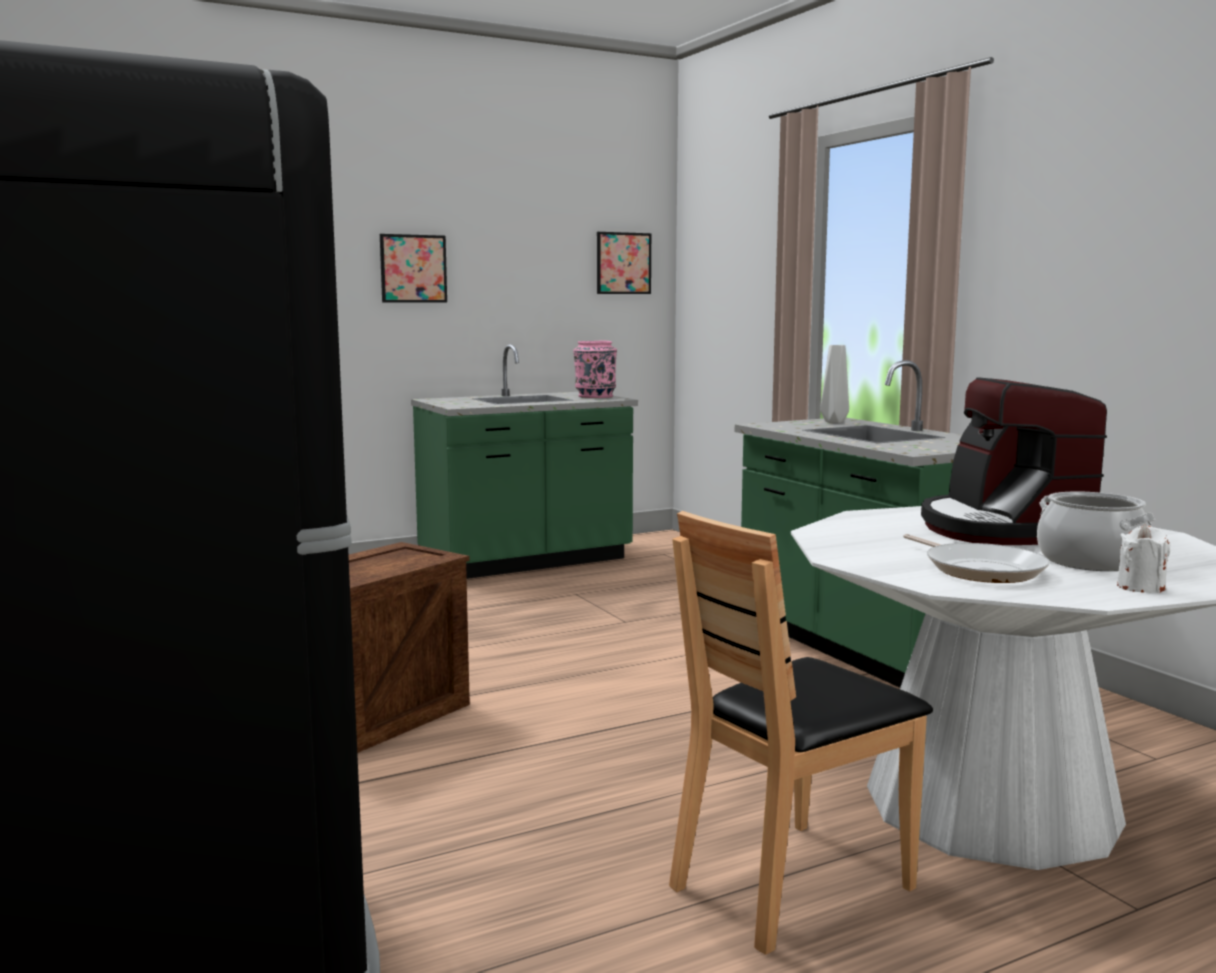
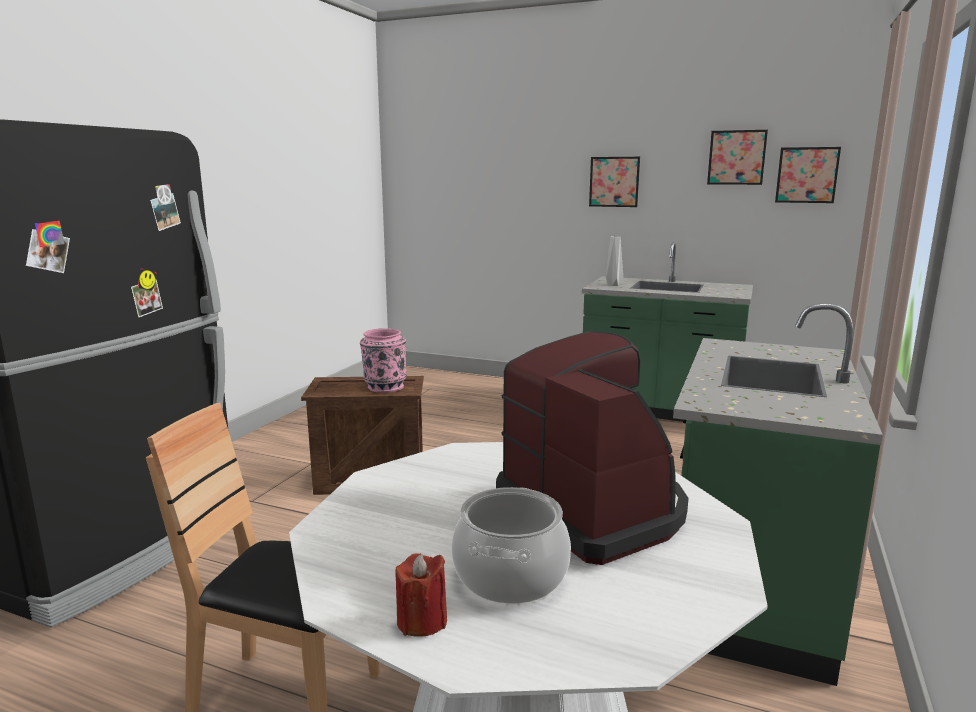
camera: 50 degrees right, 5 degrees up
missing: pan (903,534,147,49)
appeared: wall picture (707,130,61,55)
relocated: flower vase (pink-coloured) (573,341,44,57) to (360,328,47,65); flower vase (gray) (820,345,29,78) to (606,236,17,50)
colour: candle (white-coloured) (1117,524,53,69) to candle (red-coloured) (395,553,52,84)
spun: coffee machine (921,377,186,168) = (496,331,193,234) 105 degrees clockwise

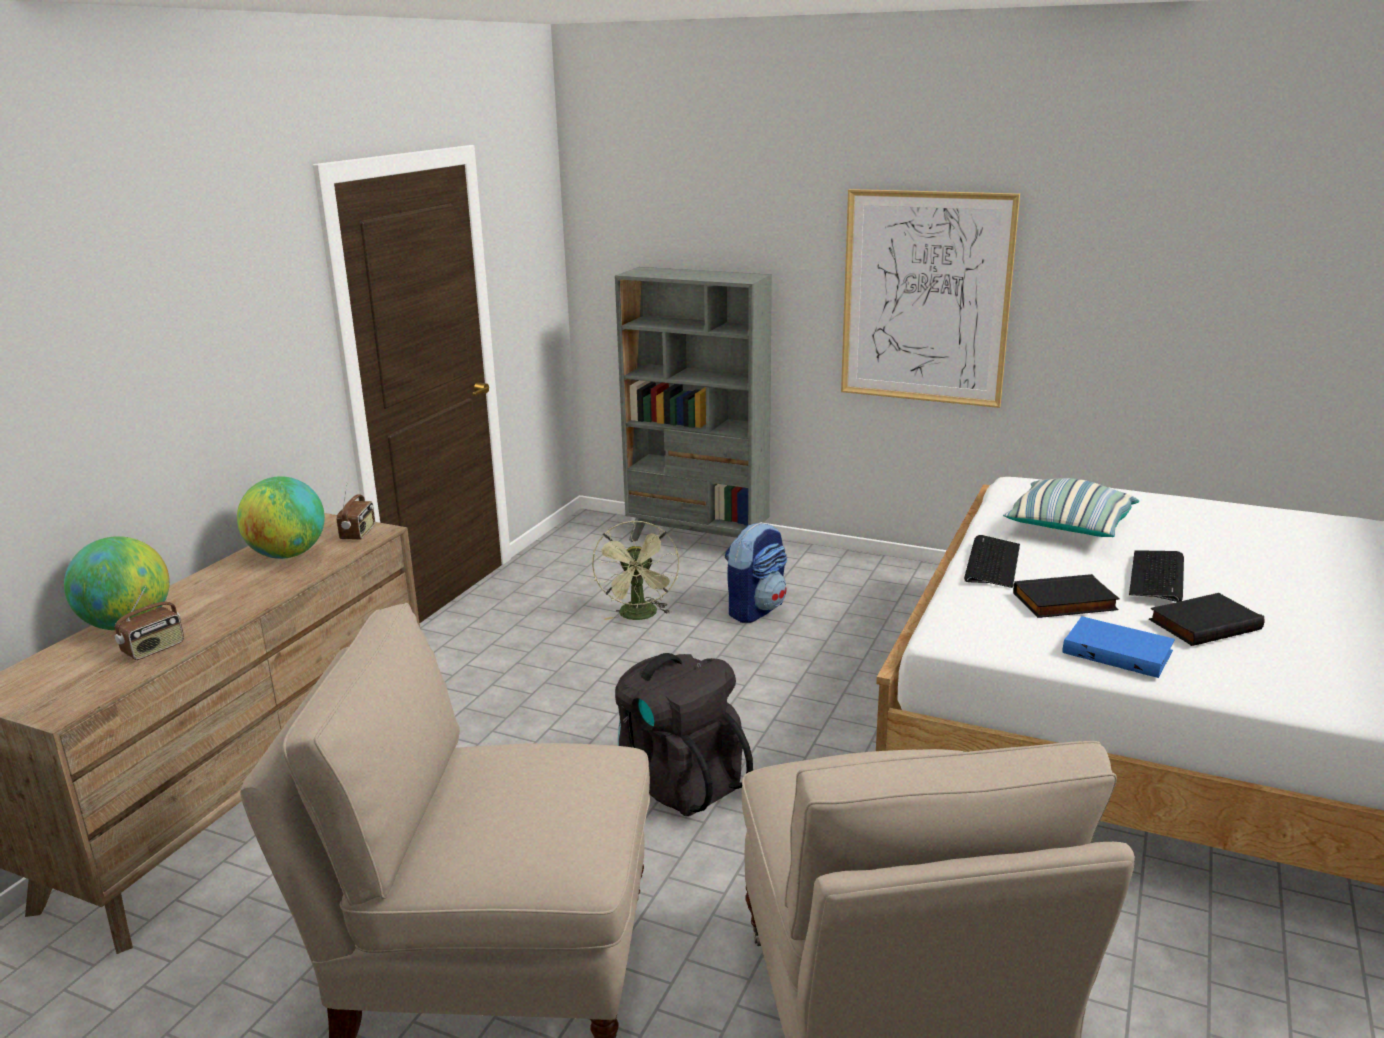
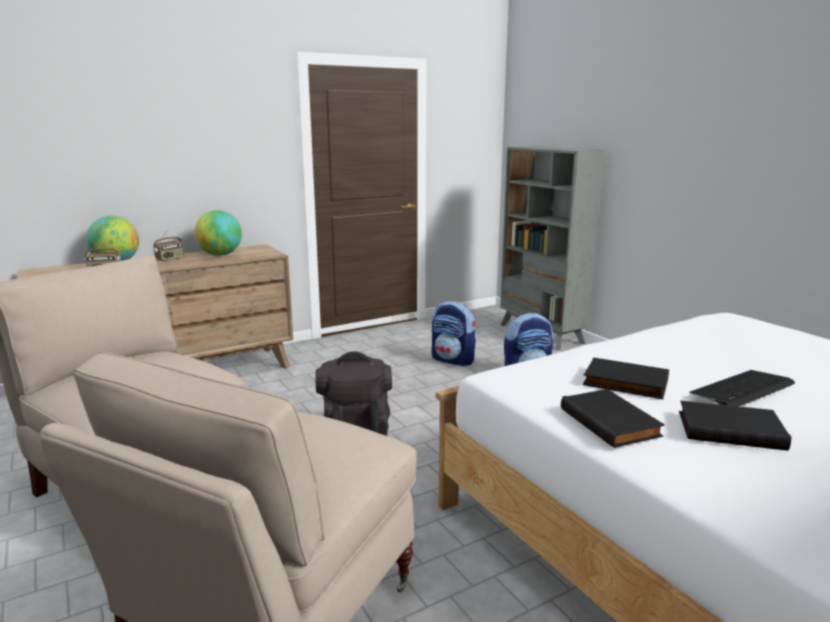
camera: 35 degrees right, 5 degrees down
missing: wall picture (841,189,179,219); computer keyboard (964,535,56,53); pillow (1003,478,136,59)
relocated: radio (336,485,39,55) to (153,228,32,33)
exchanged: electric fan (greenish) (592,520,87,100) to rucksack (432,301,44,65)
colour: book (blue) (1062,616,113,62) to book (black-coloured) (561,389,104,59)

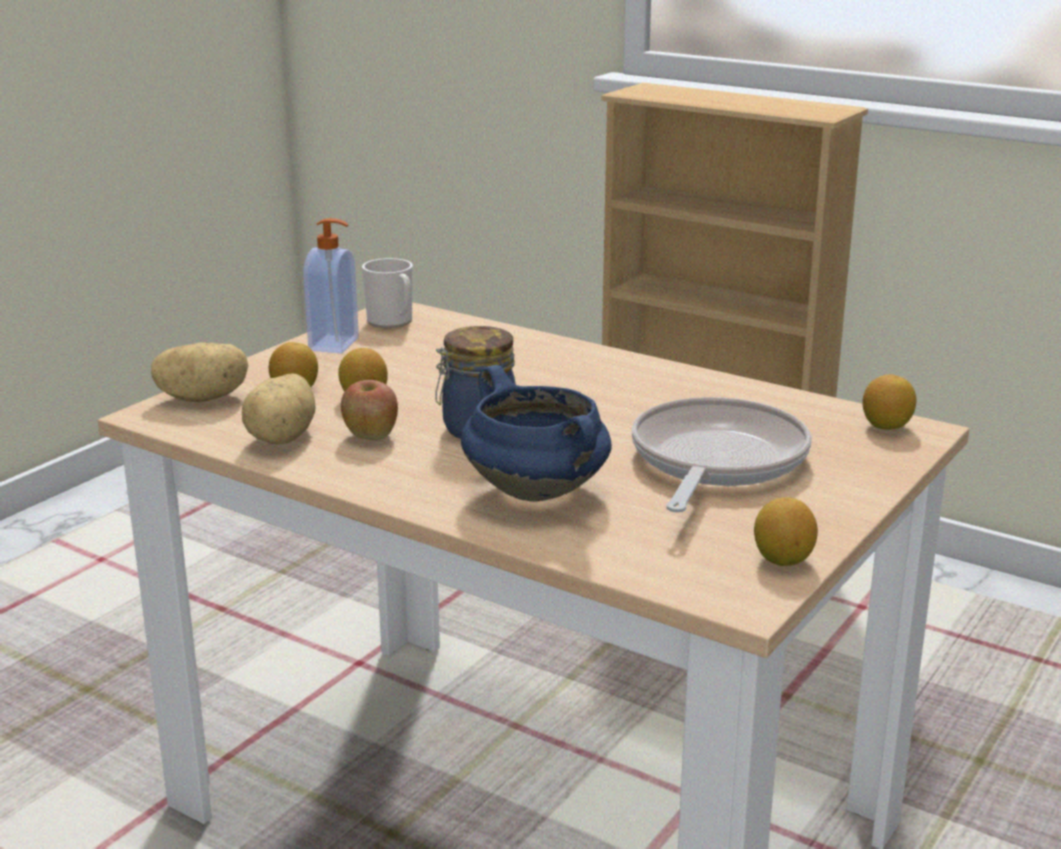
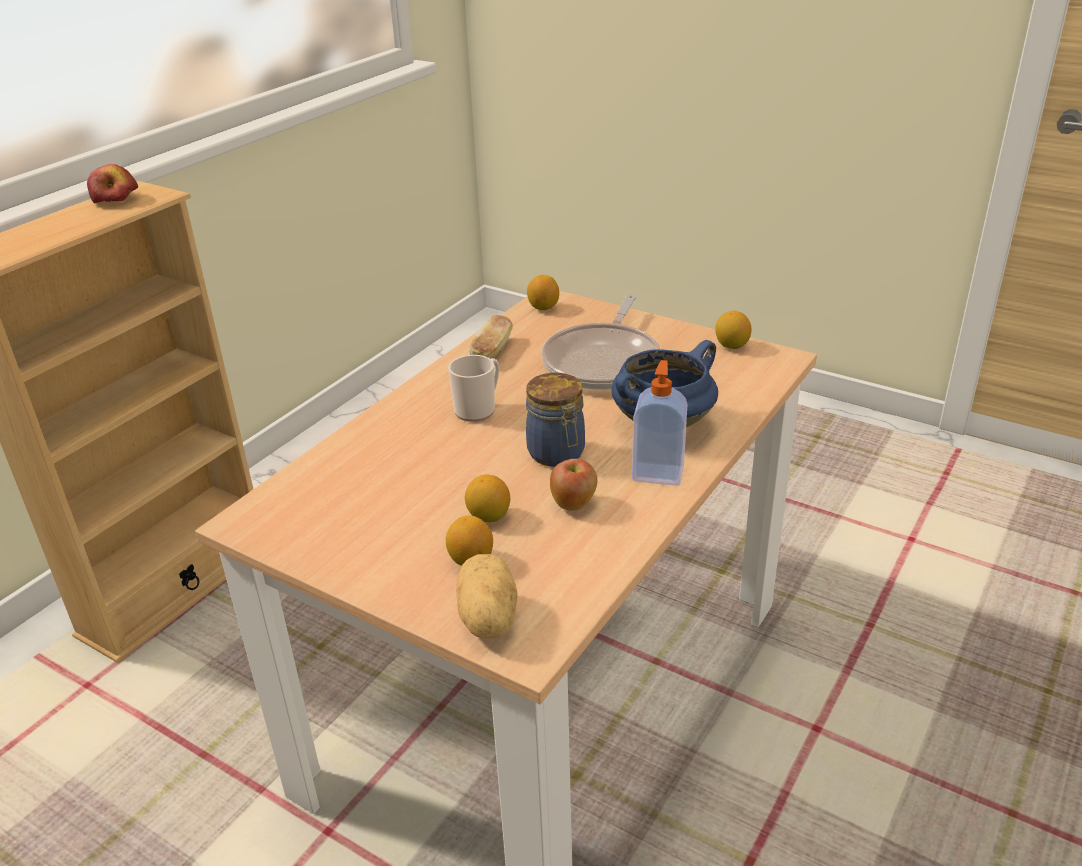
camera: 90 degrees left, 10 degrees up
missing: whole potato (242,374,74,70)
appeared: apple fruit (87,164,51,40); bakery bread (469,315,44,44)
relocated: mug (362,258,51,70) to (448,355,51,67); liquid soap bottle (303,218,56,136) to (632,360,55,126)
spun: pan (632,397,180,116) = (541,295,119,95) 90 degrees counterclockwise

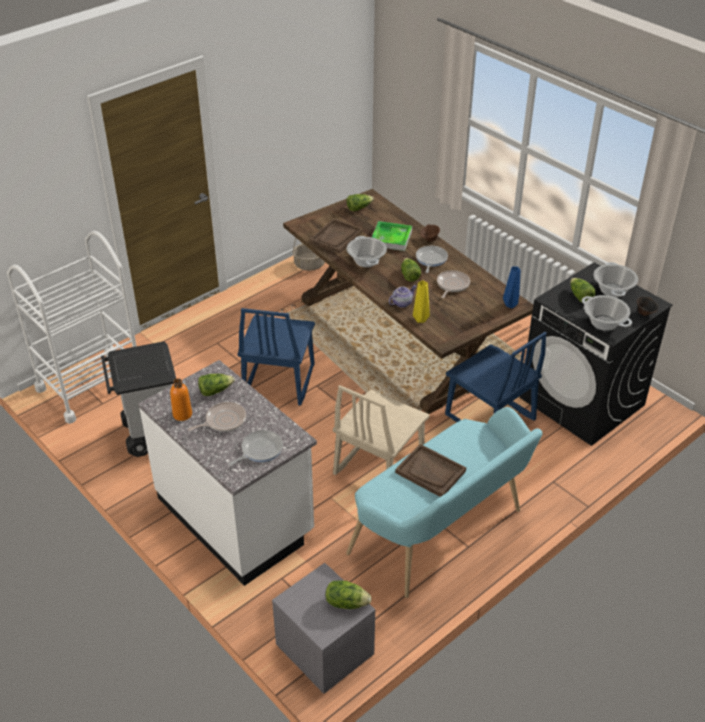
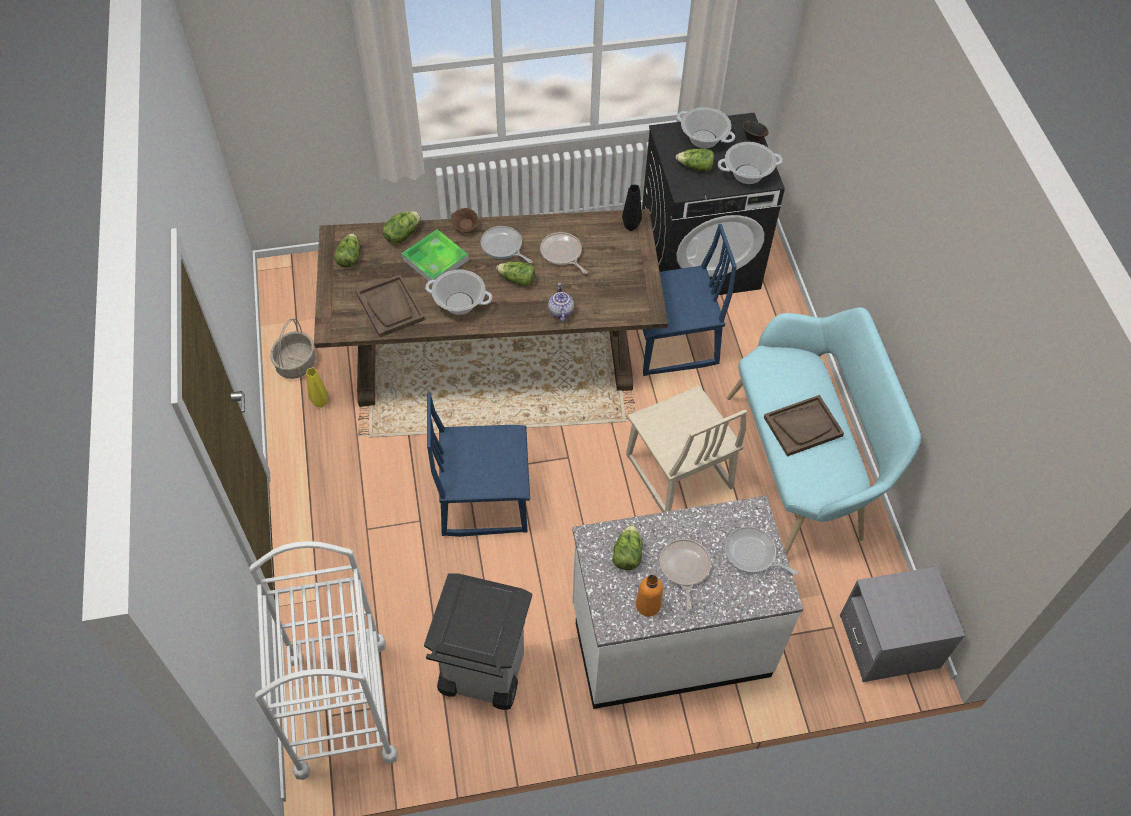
camera: 60 degrees left, 15 degrees up
relocated: flower vase (yellow-coloured) (413,280,17,43) to (306,367,22,41); lettuce head (325,581,47,28) to (382,211,39,33)
colour: flower vase (blue) (503,266,18,42) to flower vase (black-coloured) (622,184,20,47)
spun: chair (blue) (237,308,78,97) = (427,393,103,144) 135 degrees clockwise; pan (228,430,55,36) = (725,526,73,49) 45 degrees counterclockwise

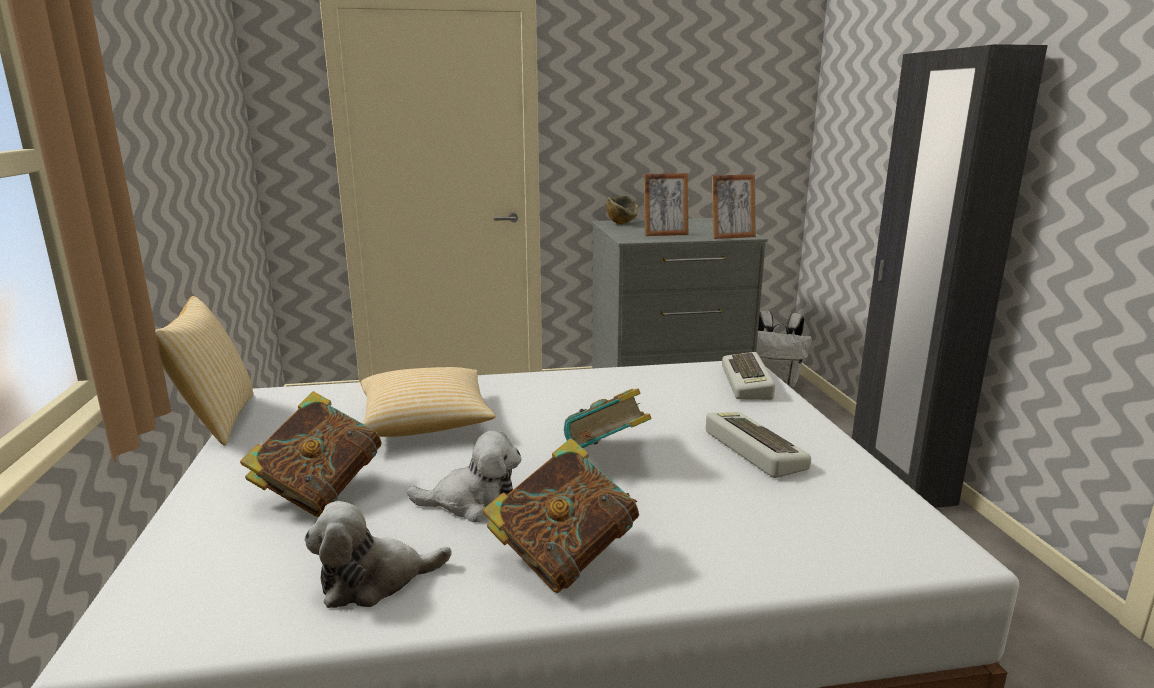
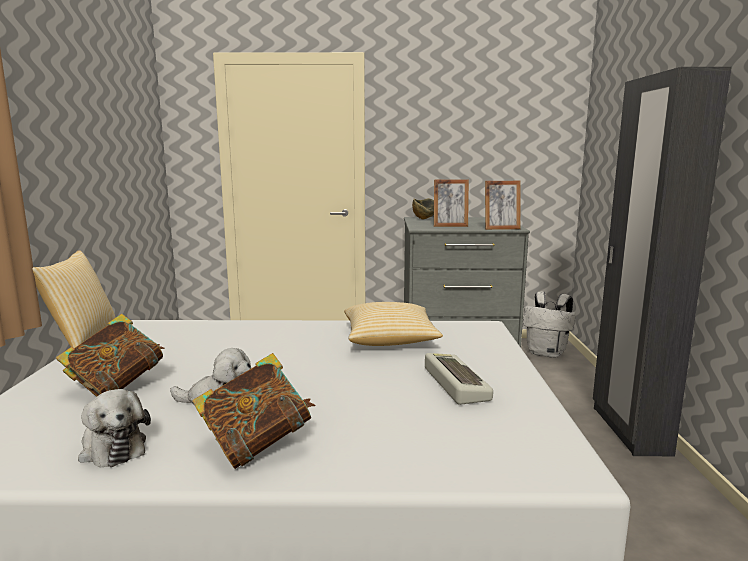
camera: 10 degrees right, 5 degrees down
missing: book (564,388,88,60); computer keyboard (722,352,53,48)
relocated: pillow (360,367,135,70) to (344,302,99,44)
spun: plush toy (304,501,148,107) = (78,389,73,78) 120 degrees counterclockwise

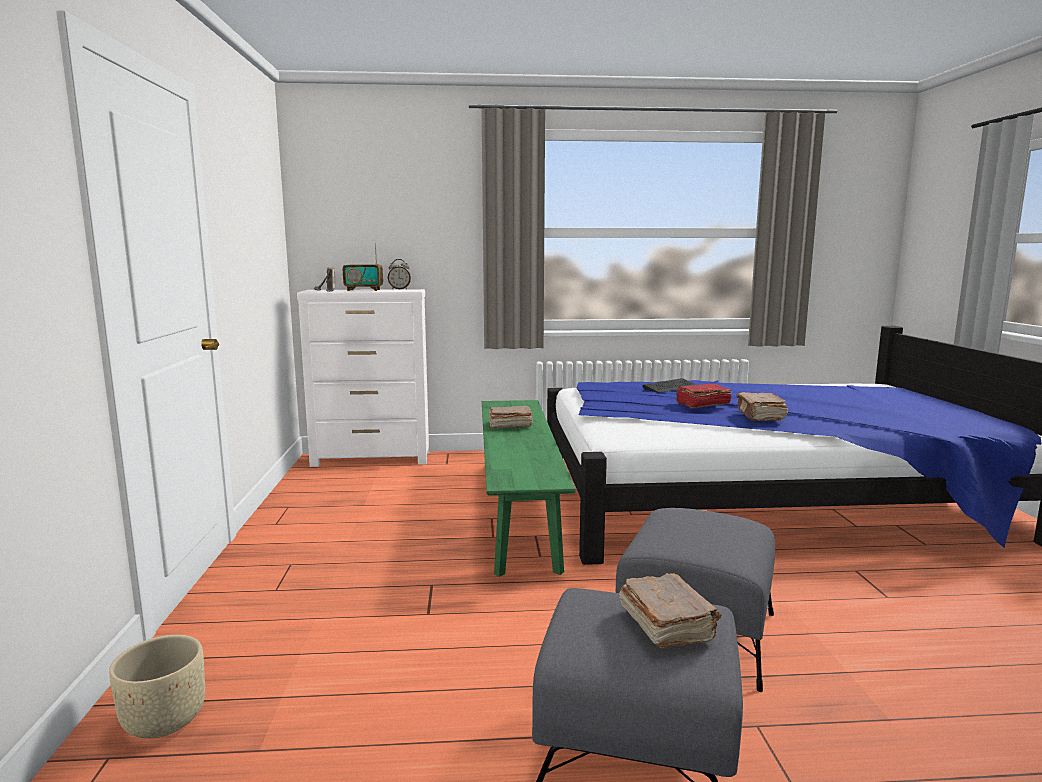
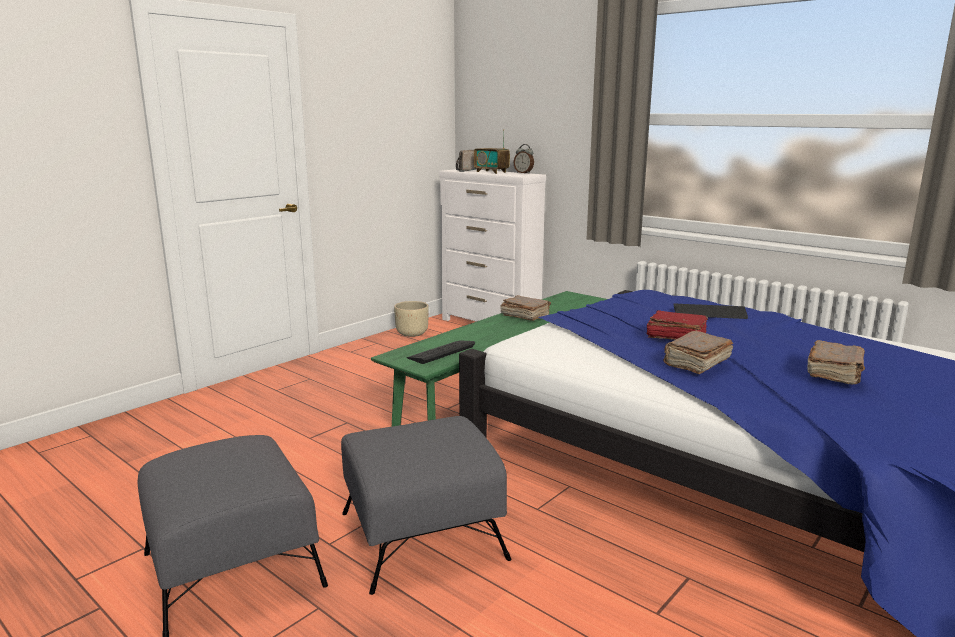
camera: 45 degrees right, 5 degrees up
appeared: computer keyboard (406,341,69,23)
relocated: flower pot (sand-coloured) (109,635,96,103) to (394,301,35,36); book (brown-coloured) (619,573,102,75) to (807,340,58,44)

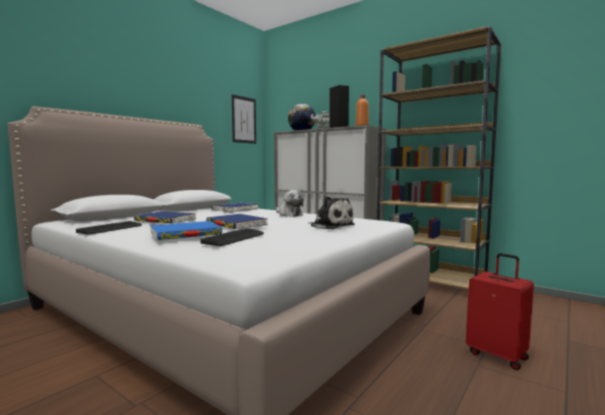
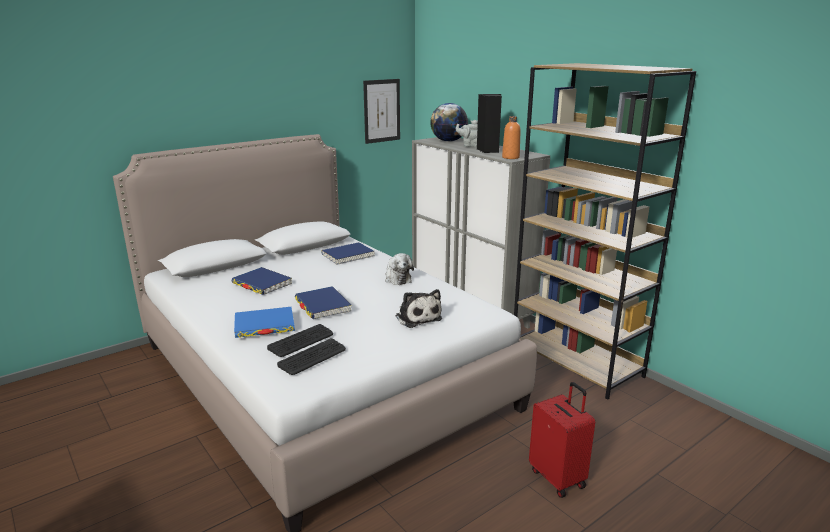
camera: 15 degrees right, 15 degrees up
relocated: computer keyboard (76,221,66,13) to (277,338,69,37)

